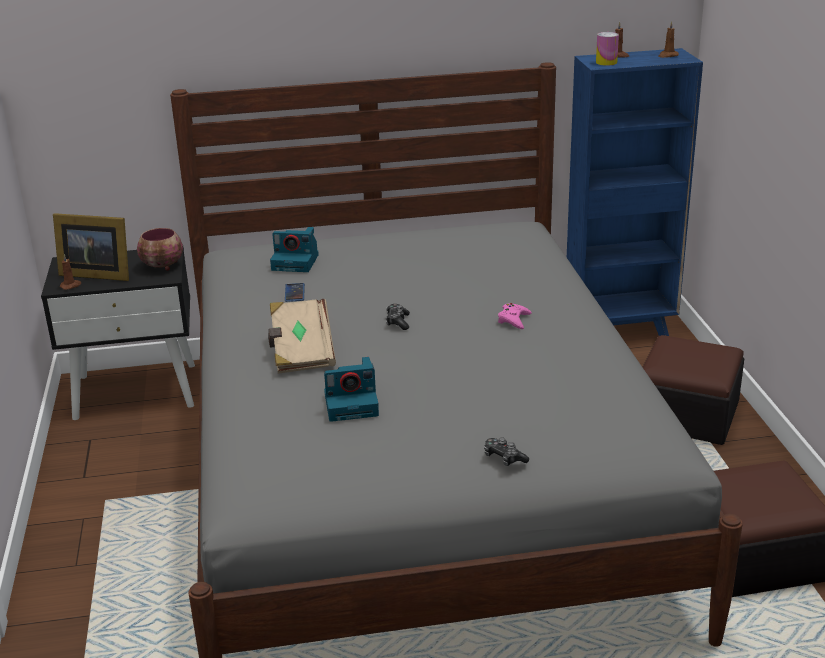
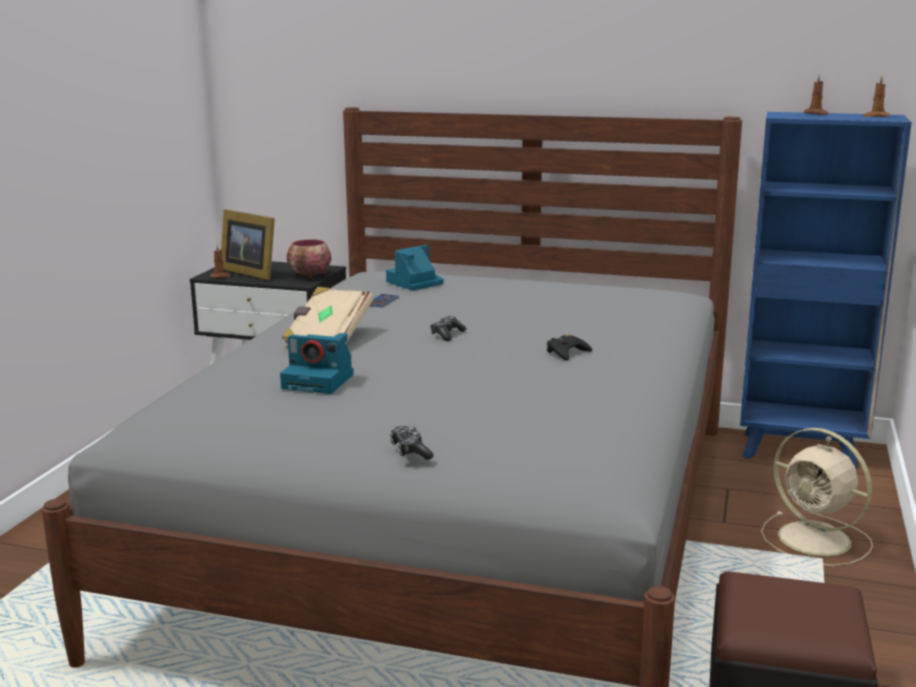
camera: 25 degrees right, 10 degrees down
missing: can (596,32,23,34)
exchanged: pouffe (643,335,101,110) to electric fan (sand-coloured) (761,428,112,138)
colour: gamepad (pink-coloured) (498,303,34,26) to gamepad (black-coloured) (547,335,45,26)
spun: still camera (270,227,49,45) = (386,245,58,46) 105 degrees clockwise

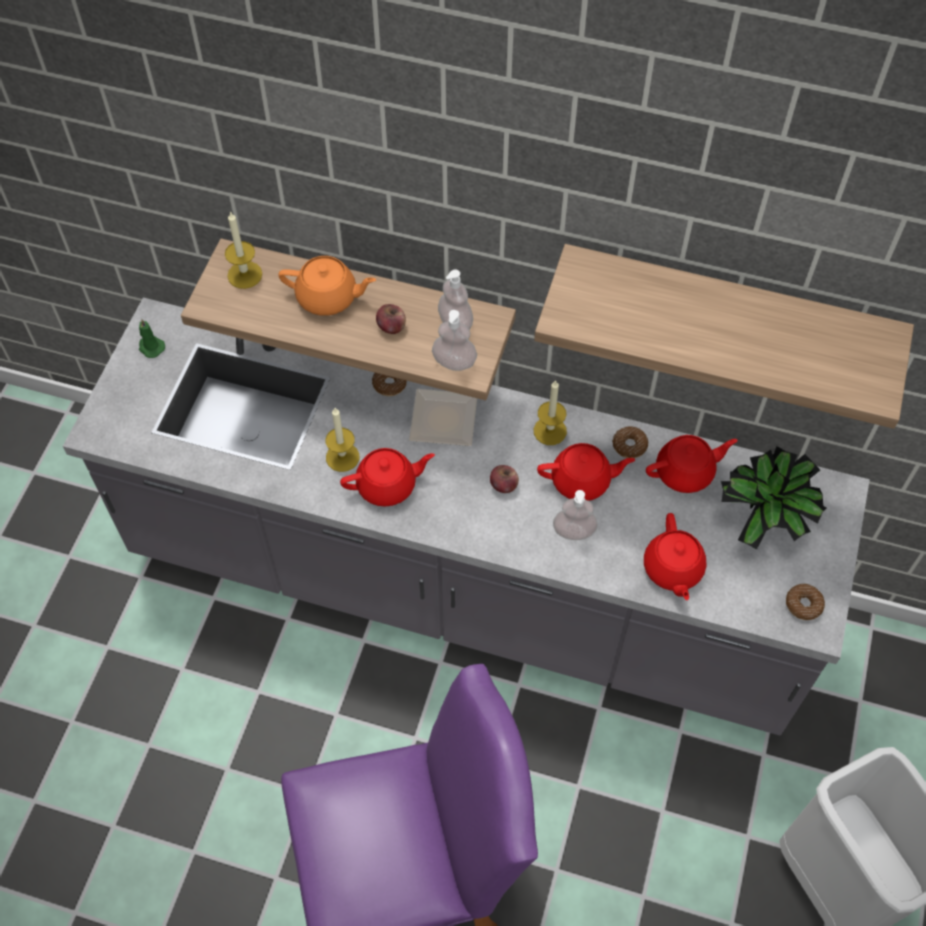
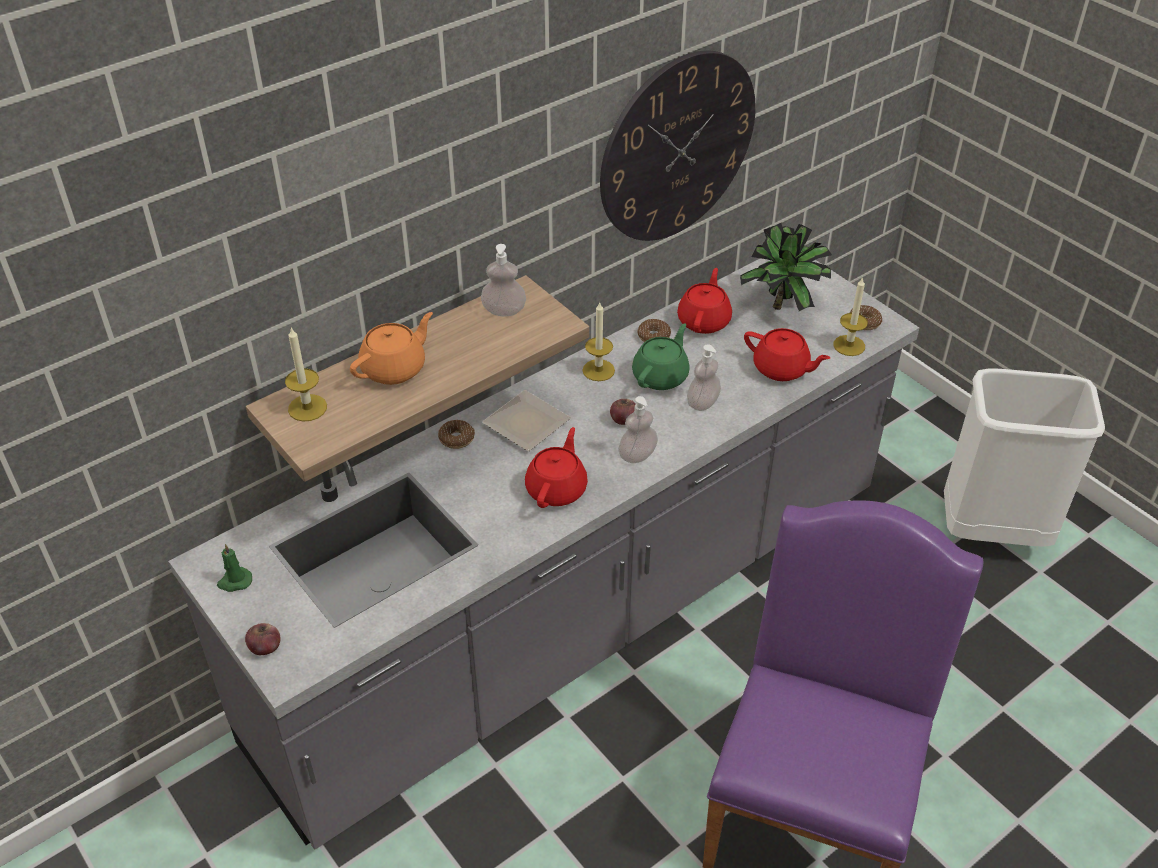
camera: 55 degrees left, 15 degrees down
relocated: apple fruit (376,304,30,30) to (245,623,36,32); liquid soap bottle (432,310,45,61) to (618,396,40,67); candle (326,408,33,64) to (833,277,35,79)
exchanged: bracket shelf (534,244,380,185) to hanging clock (600,51,156,190)
colour: tea pot (red-coloured) (537,443,99,58) to tea pot (greenish) (632,323,58,67)

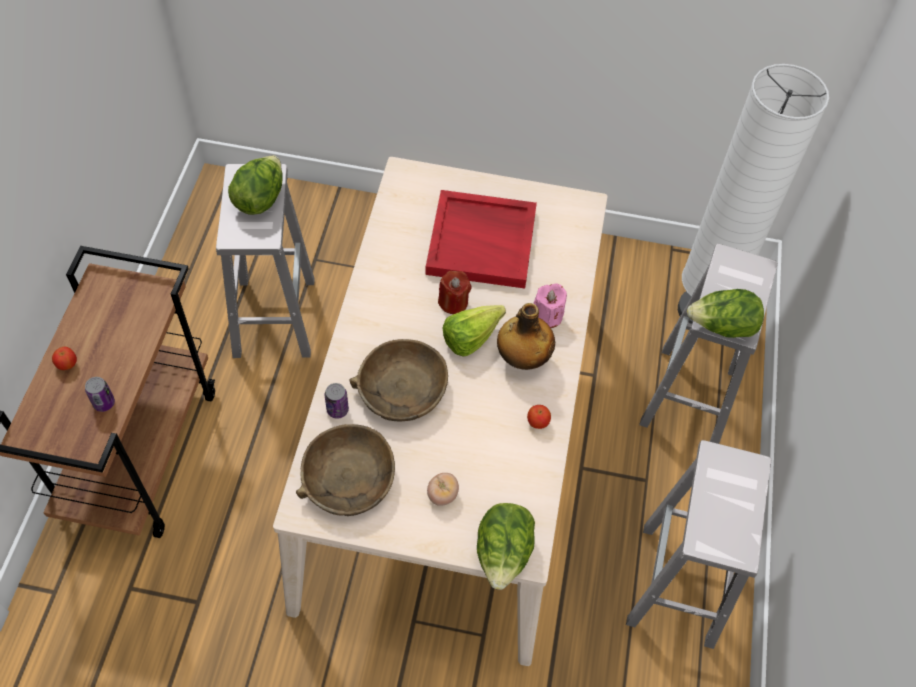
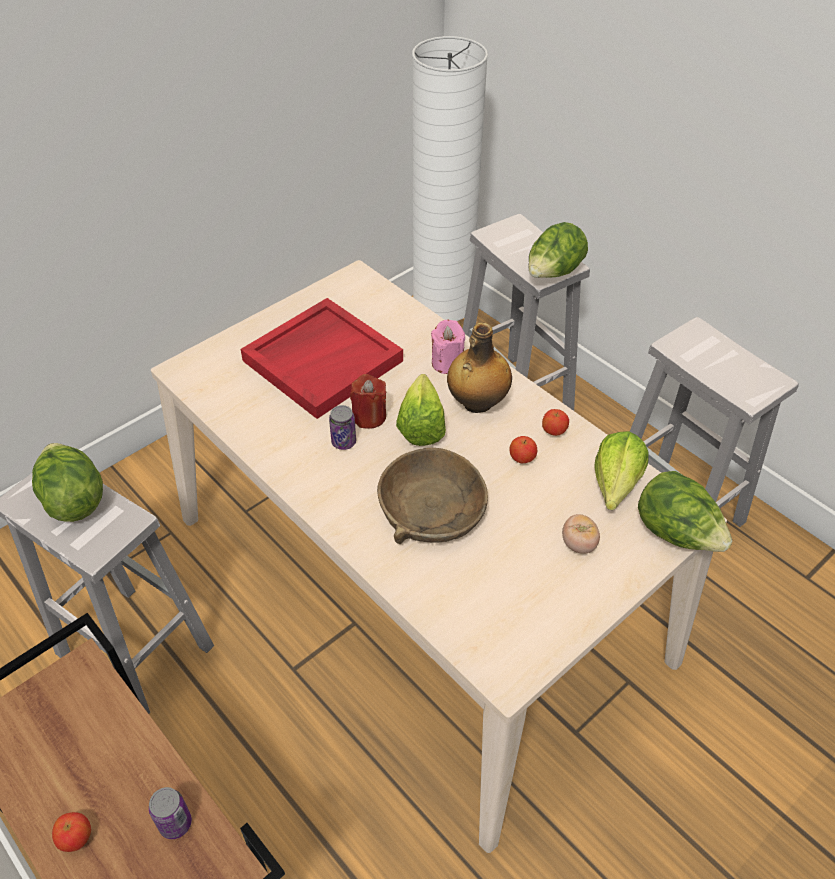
camera: 50 degrees left, 10 degrees down
missing: serving bowl (brown-coloured) (296,424,99,92)
appeared: apple fruit (510,436,27,27); lettuce head (594,431,55,79)
relocated: can (325,383,24,36) to (329,405,27,45)

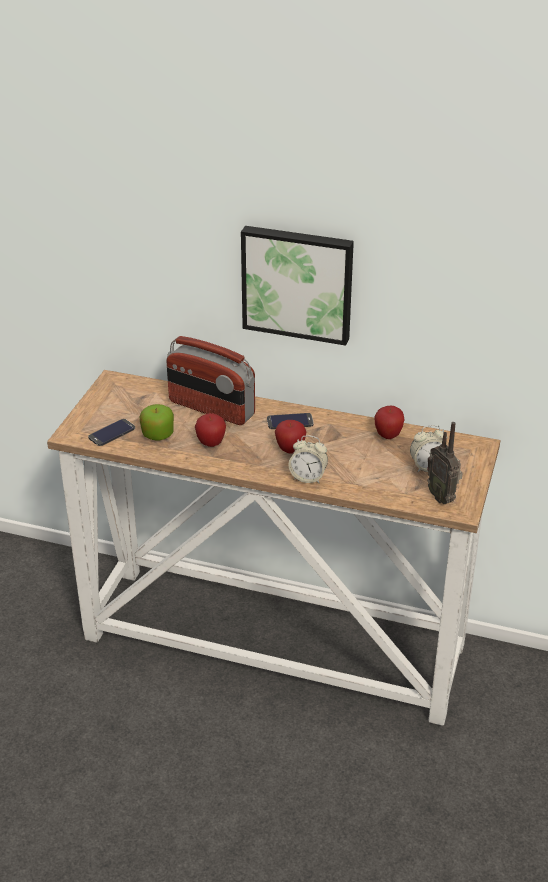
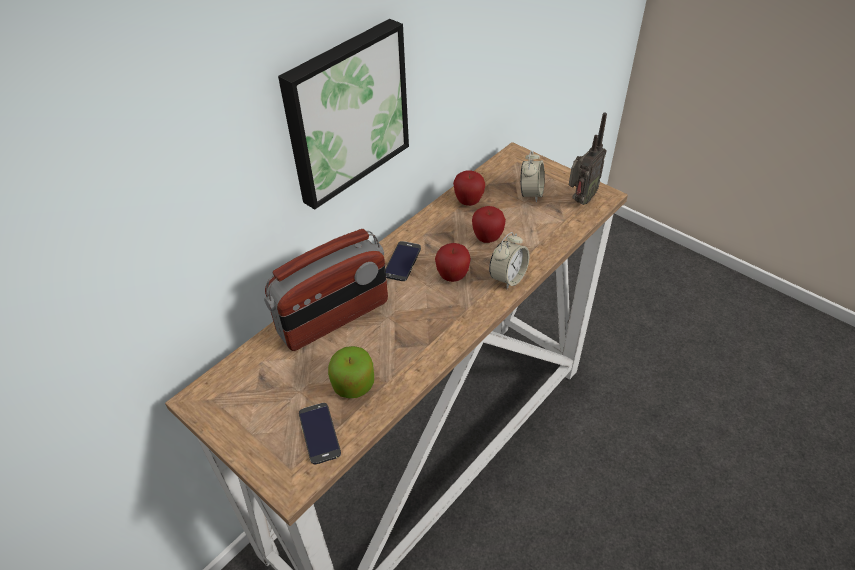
camera: 65 degrees left, 10 degrees up
relocated: apple fruit (195,413,31,34) to (472,206,34,37)
spun: radio (427,422,36,82) = (569,113,38,92) 45 degrees counterclockwise

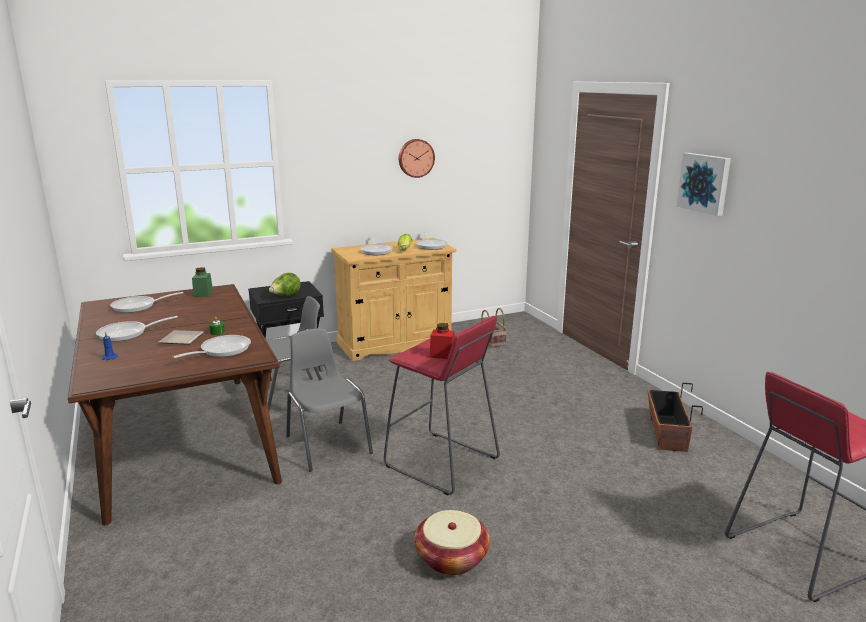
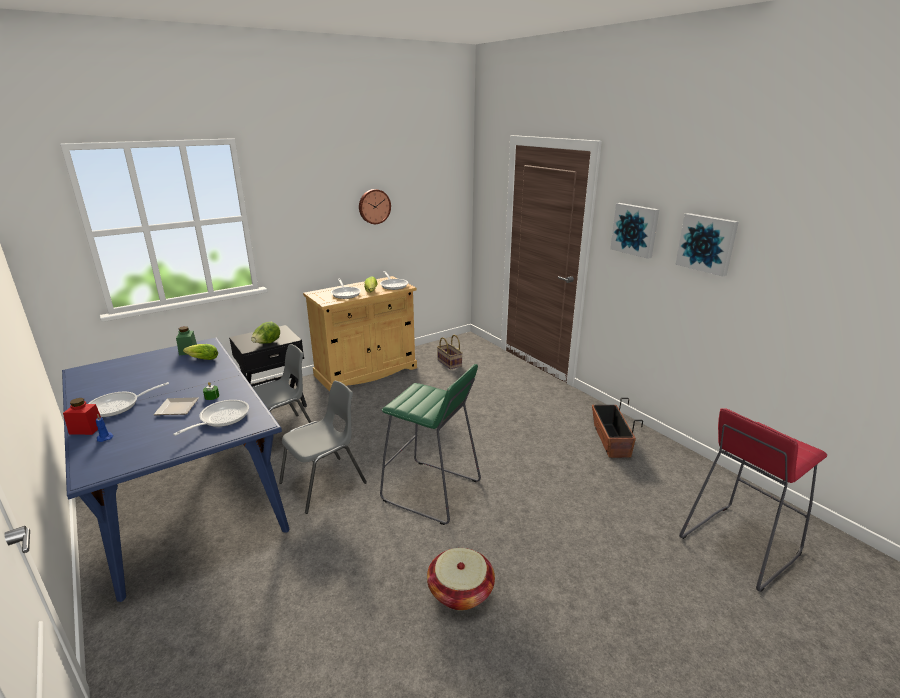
camera: 10 degrees left, 5 degrees up
missing: pan (110,292,73,21)
appeared: lettuce head (183,344,35,16); wall picture (675,213,64,64)
relocated: preserve jar (red-coloured) (430,323,25,36) to (63,398,38,37)
colour: dining table (brown-coloured) (68,284,214,242) to dining table (blue) (62,337,228,265); stool (red-coloured) (384,316,116,179) to stool (greenish) (380,364,101,161)
spun: chair (gray) (286,328,87,144) = (279,381,88,133) 90 degrees clockwise

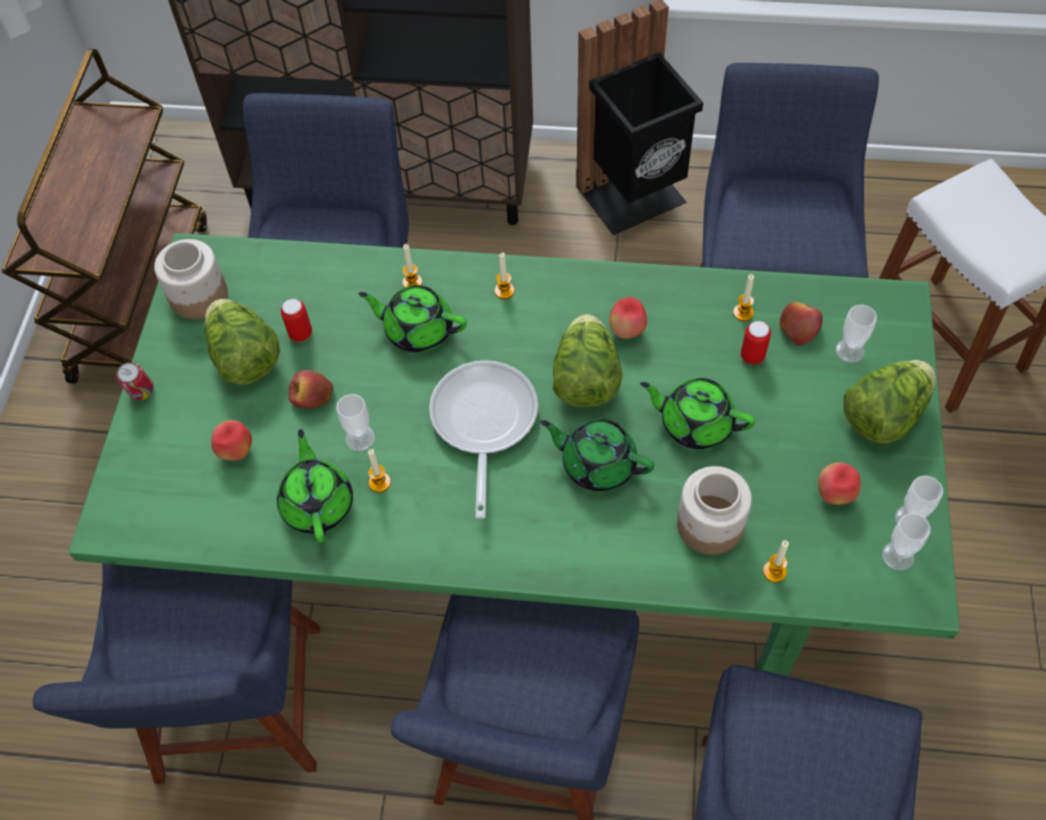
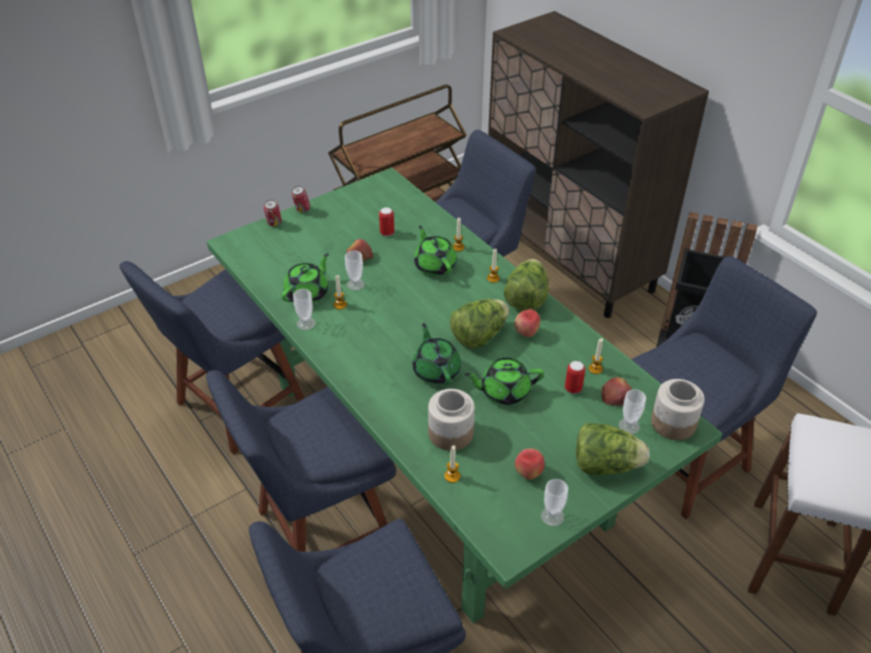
camera: 45 degrees right, 15 degrees down
missing: apple fruit (211,420,41,41); pan (429,360,109,159)
appeared: can (264,200,18,26)
relocated: small cup (882,513,49,58) to (293,289,23,41); lettuce head (204,299,76,86) to (504,259,44,52); preserve jar (154,239,74,81) to (651,379,54,61)
spun: tea pot (greenish) (640,378,115,71) = (465,358,79,47) 75 degrees counterclockwise

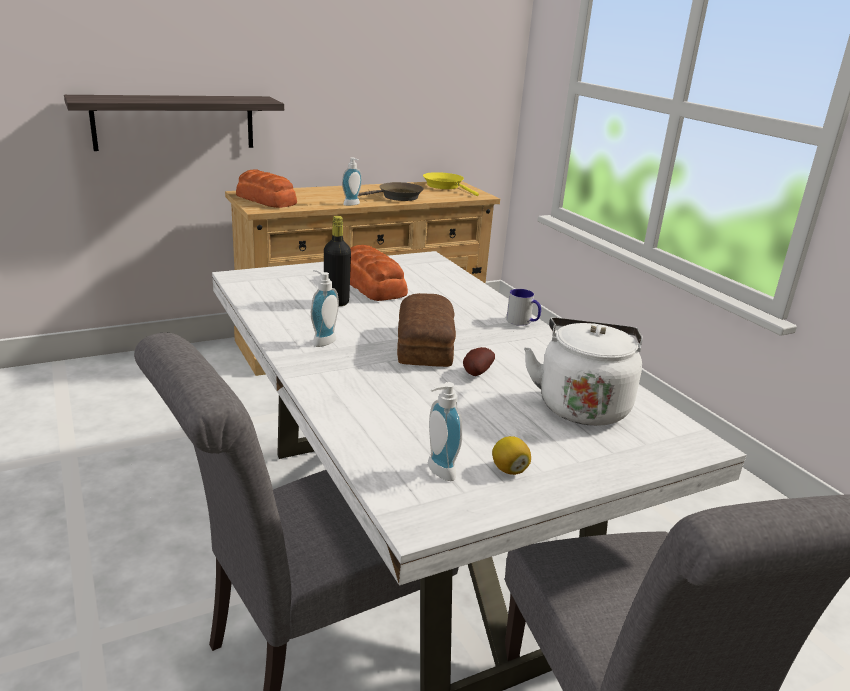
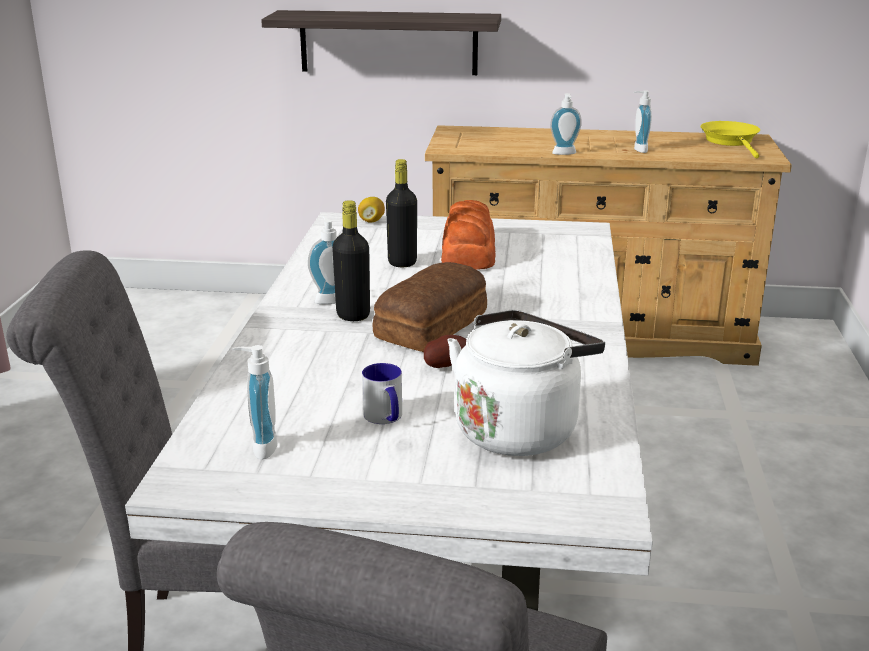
camera: 35 degrees right, 0 degrees up
missing: bakery bread (236,169,61,39)
appeared: drink bottle (black-coloured) (332,200,38,121)
relocated: lemon (492,436,39,39) to (358,197,27,26); mug (506,289,35,37) to (362,363,40,61)
exchanged: pan (brown-coloured) (358,182,66,19) to liquid soap bottle (634,91,18,62)

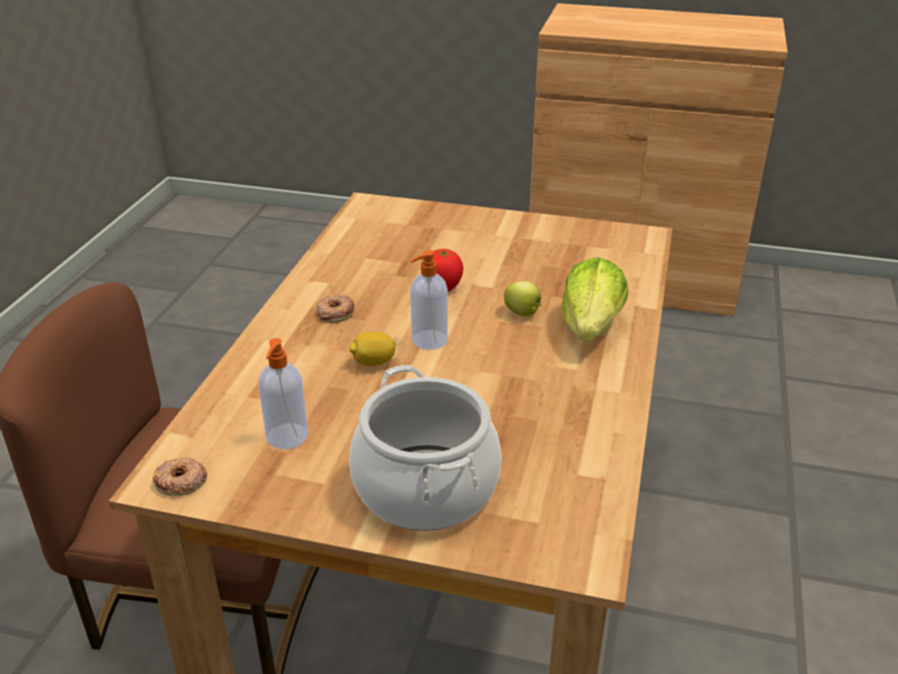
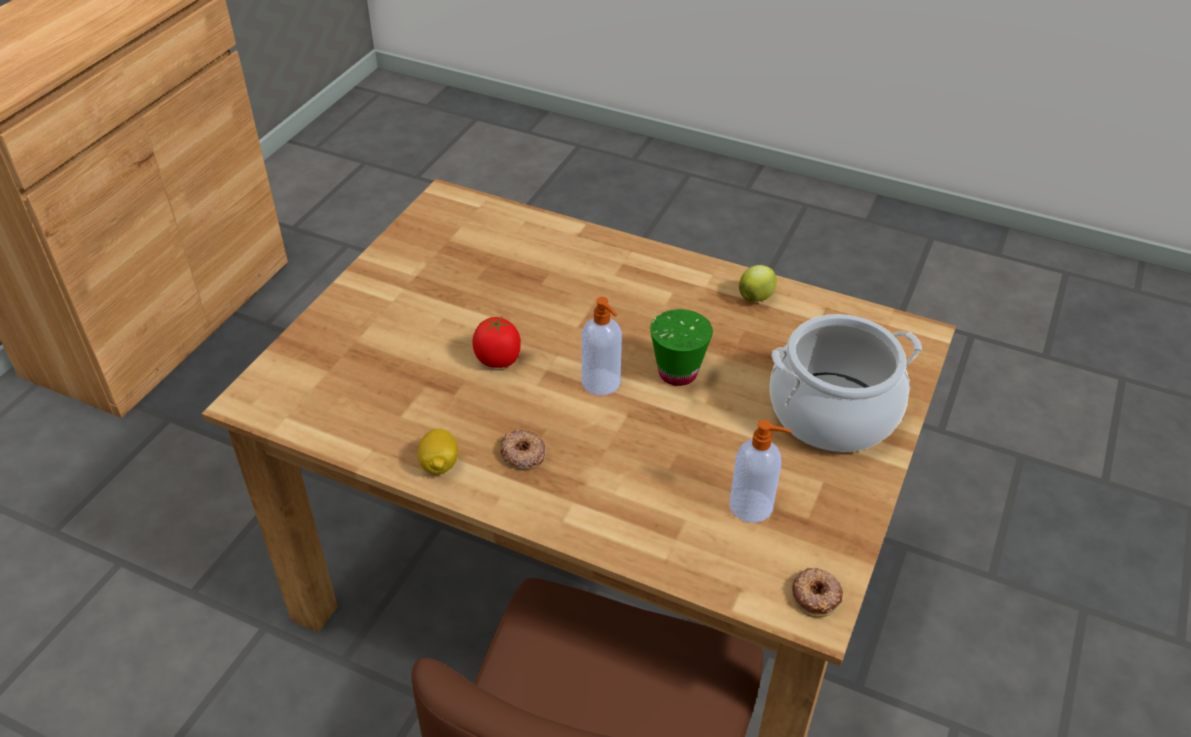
camera: 80 degrees left, 10 degrees up
missing: lettuce head (562,257,66,84)
appeared: small cup (greenish) (650,309,63,77)
relocated: lemon (349,332,47,34) to (418,429,40,45); apple fruit (504,281,37,35) to (739,265,38,37)

